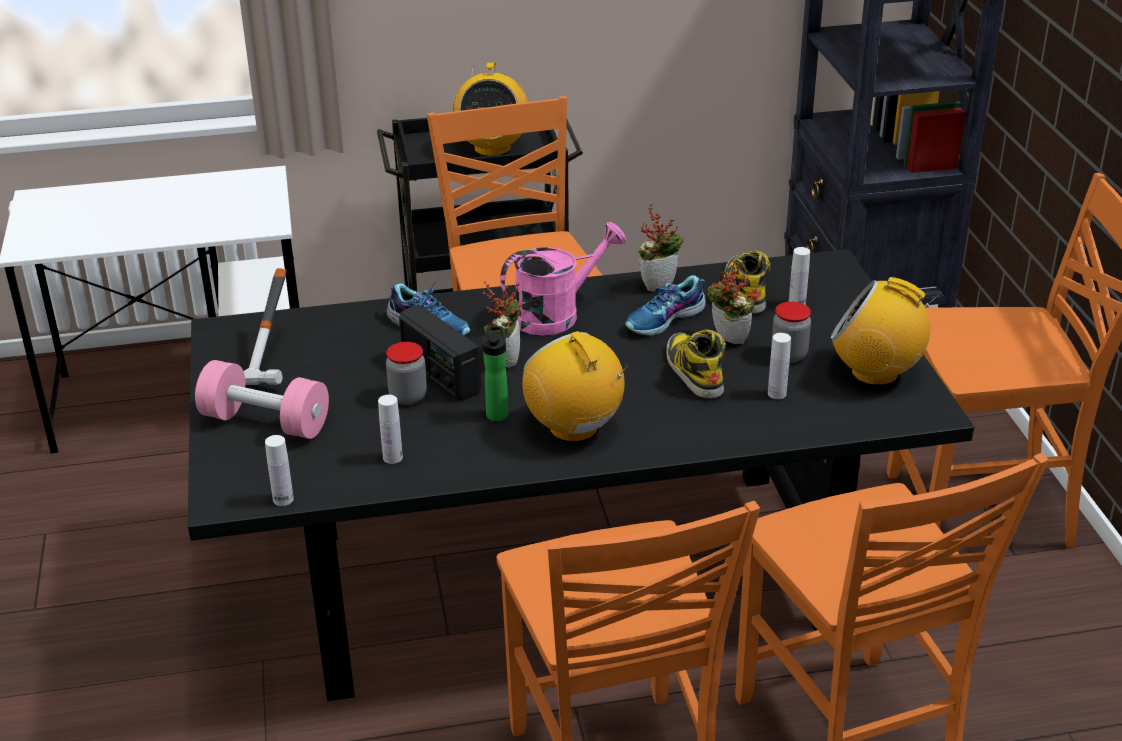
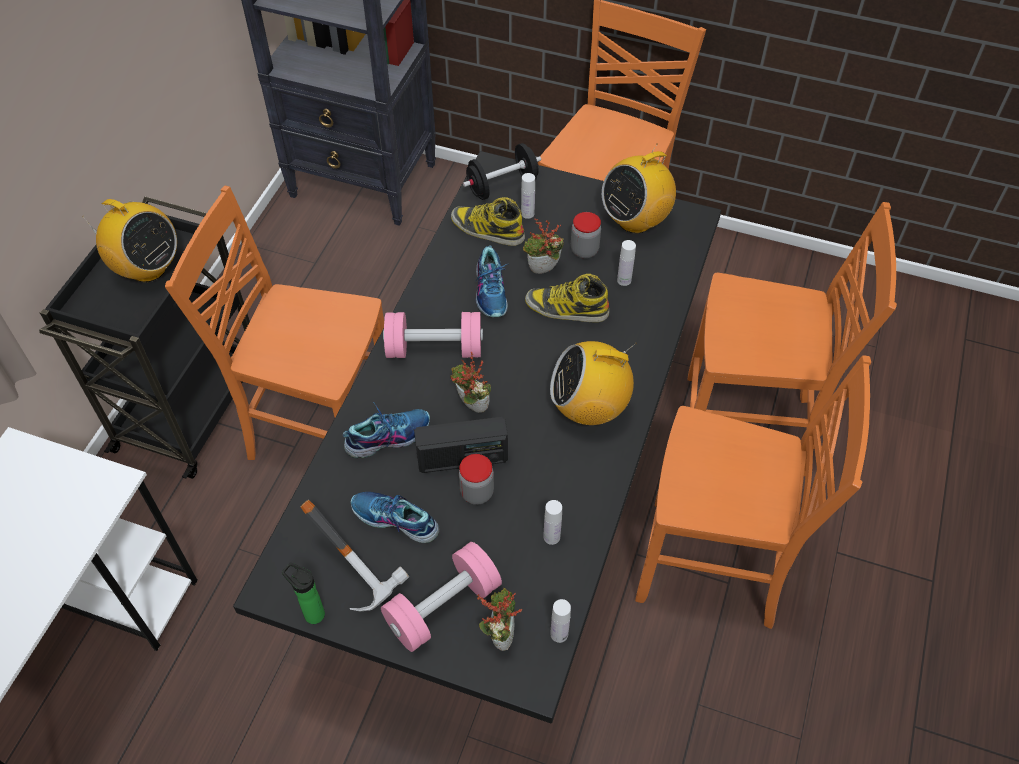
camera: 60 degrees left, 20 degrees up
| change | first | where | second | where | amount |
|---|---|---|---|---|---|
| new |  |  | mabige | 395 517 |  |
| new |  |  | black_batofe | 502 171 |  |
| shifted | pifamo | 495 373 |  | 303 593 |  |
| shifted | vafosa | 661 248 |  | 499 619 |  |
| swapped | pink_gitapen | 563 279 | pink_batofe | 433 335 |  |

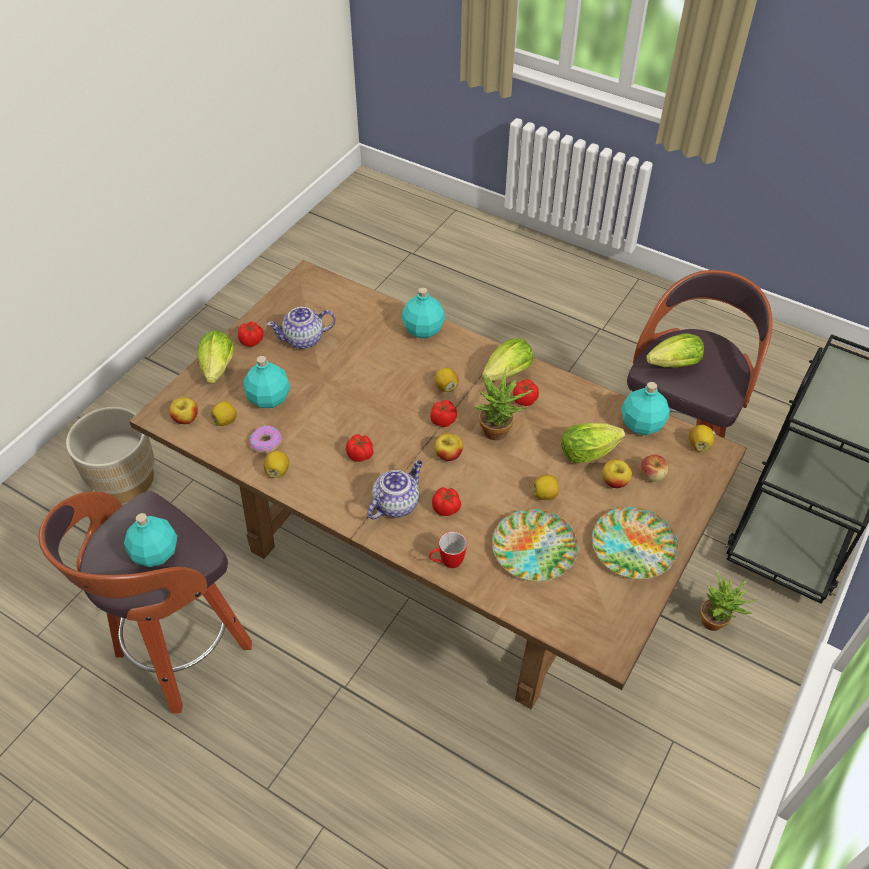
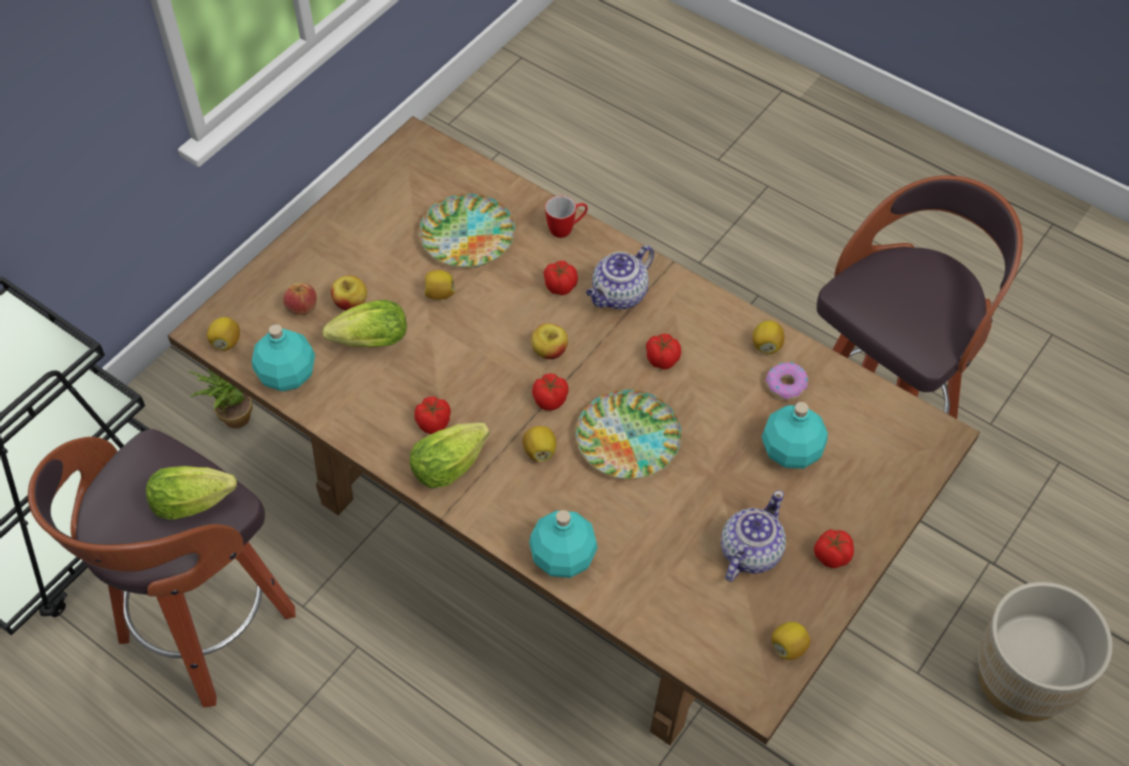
camera: 175 degrees left, 5 degrees up
| change | first | where | second | where | amount |
|---|---|---|---|---|---|
| gone | turquoise_pifamo | 150 540 |  |  |  |
| gone | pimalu | 183 410 |  |  |  |
| gone | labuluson | 216 356 |  |  |  |
| gone | vafosa | 503 403 |  |  |  |
| shifted | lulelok | 224 413 |  | 791 641 |  |
| shifted | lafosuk | 635 543 |  | 629 434 |  |
| rotated | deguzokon | 301 328 |  | 753 536 | 45 degrees counterclockwise |

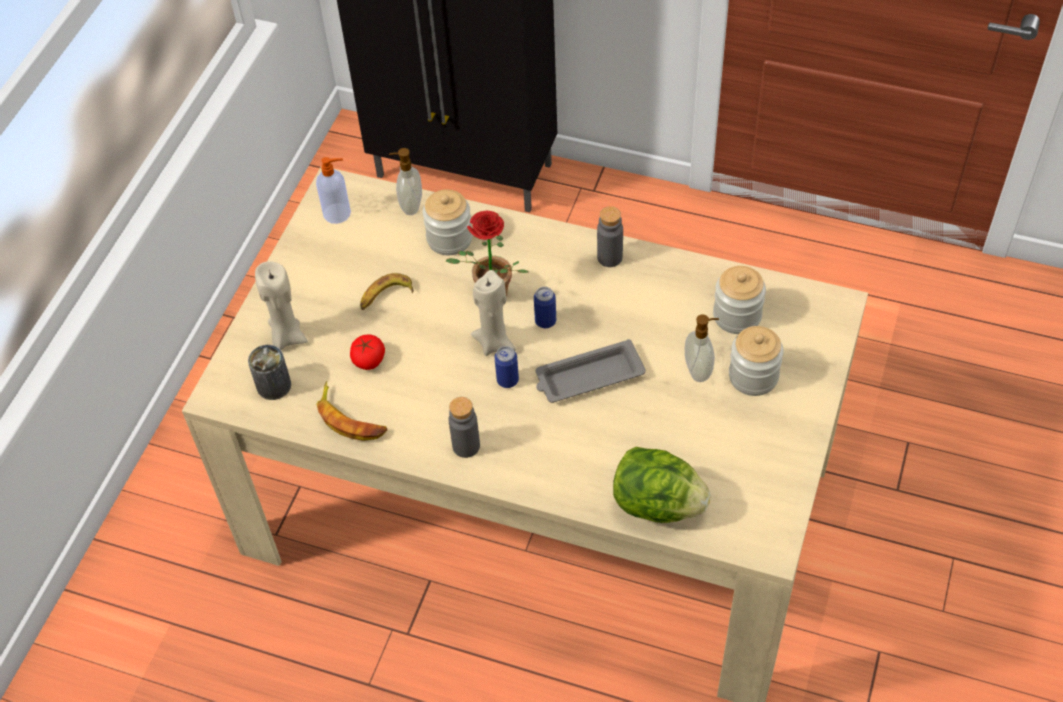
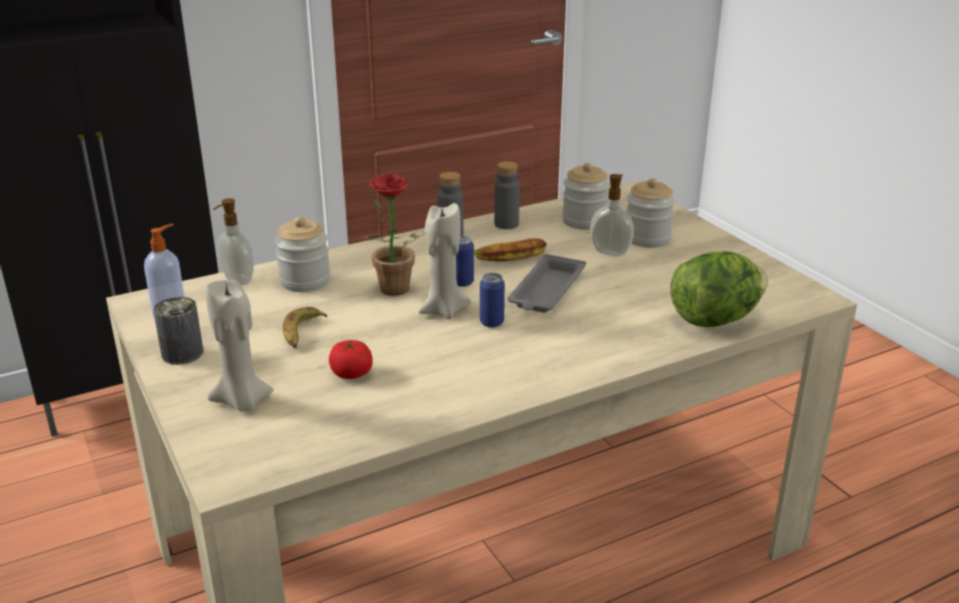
camera: 50 degrees left, 25 degrees down
| change | first | where | second | where | amount |
|---|---|---|---|---|---|
| shifted | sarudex | 269 372 |  | 178 331 |  |
| shifted | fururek | 352 411 |  | 510 250 |  |
| shifted | grey_pifamo | 464 427 |  | 507 195 |  |

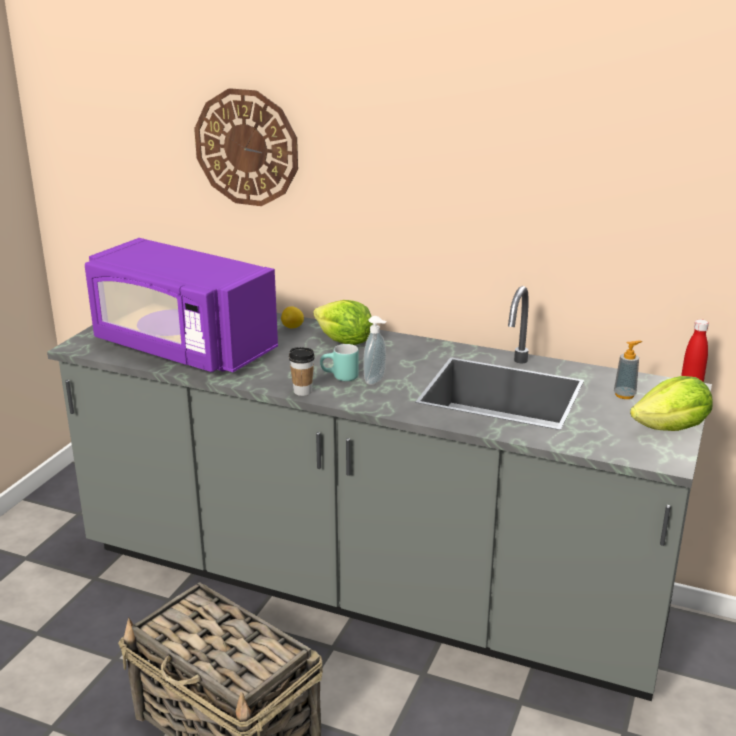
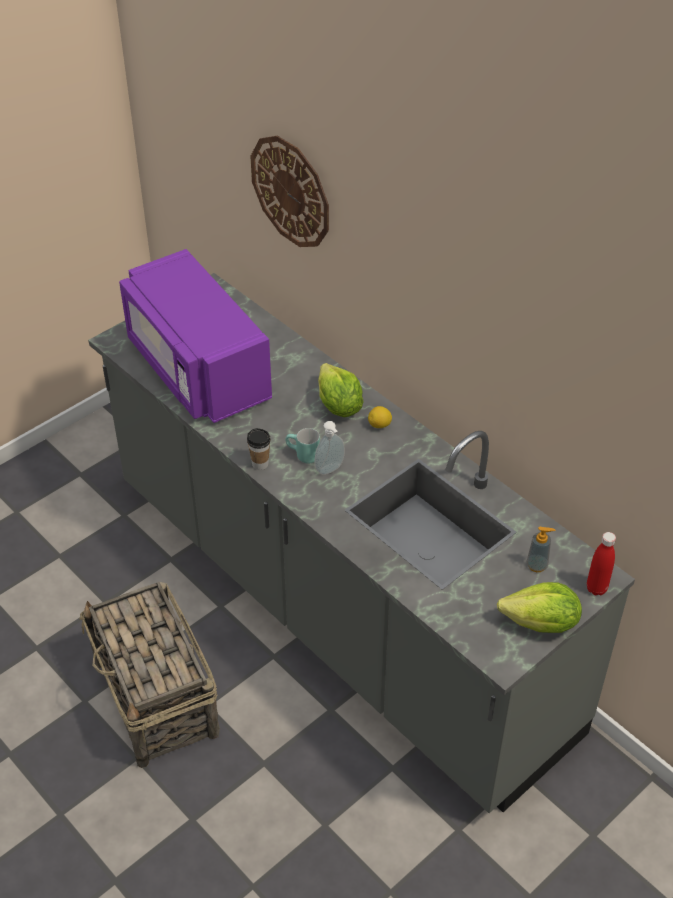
camera: 25 degrees right, 20 degrees up
| change | first | where | second | where | amount |
|---|---|---|---|---|---|
| shifted | lulelok | 292 317 |  | 380 417 |  |

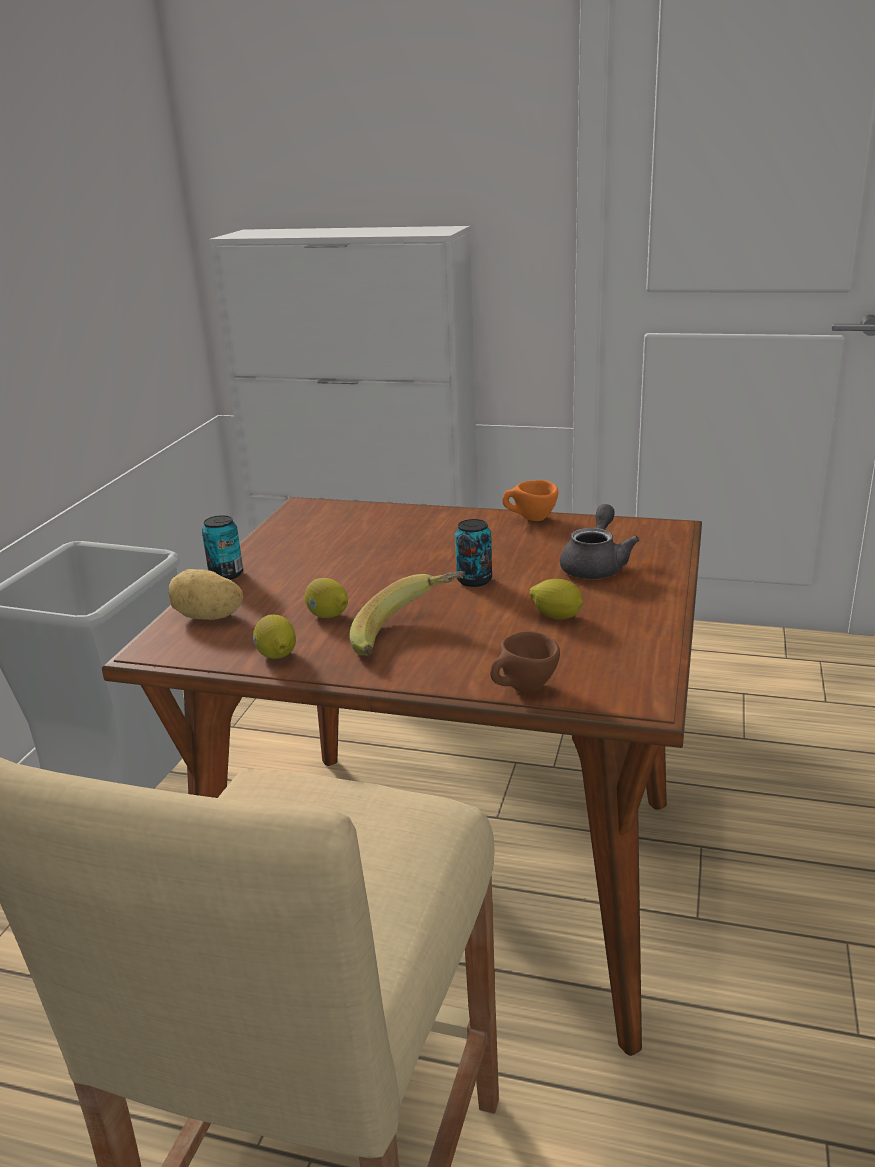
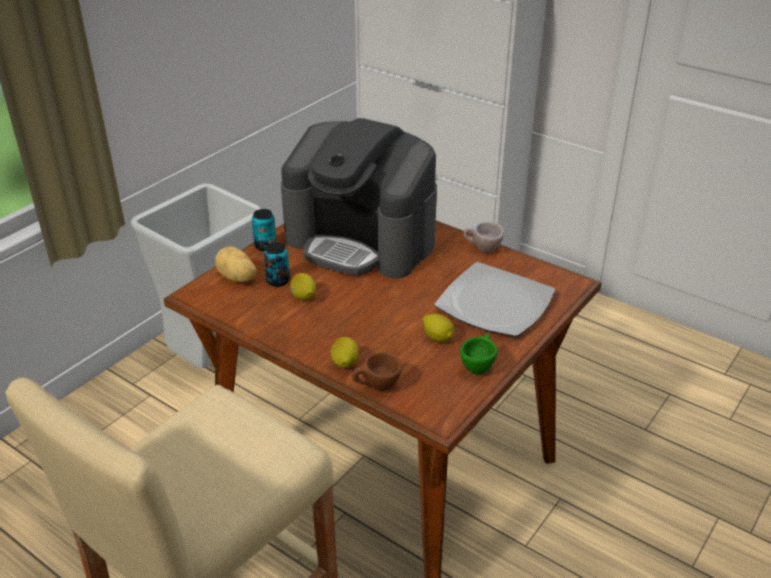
camera: 20 degrees right, 10 degrees up
| change | first | where | second | where | amount |
|---|---|---|---|---|---|
| gone | fururek | 407 613 |  |  |  |
| new |  |  | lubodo | 359 198 |  |
| new |  |  | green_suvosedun | 478 354 |  |
| shifted | lulelok | 274 636 |  | 344 352 |  |
| shifted | sarudex | 473 553 |  | 277 264 |  |
| swapped | grey_deguzokon | 600 541 | lafosuk | 494 299 |  |
| repainted | orange_suvosedun | 530 500 | beige_suvosedun | 484 237 |  |

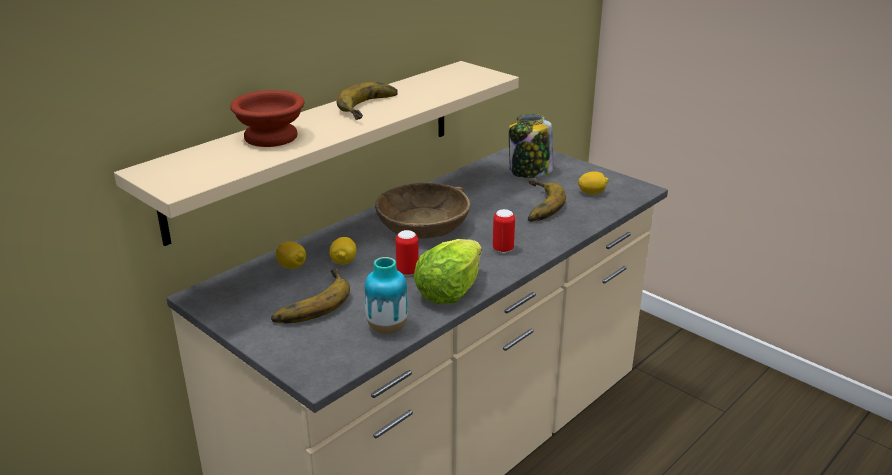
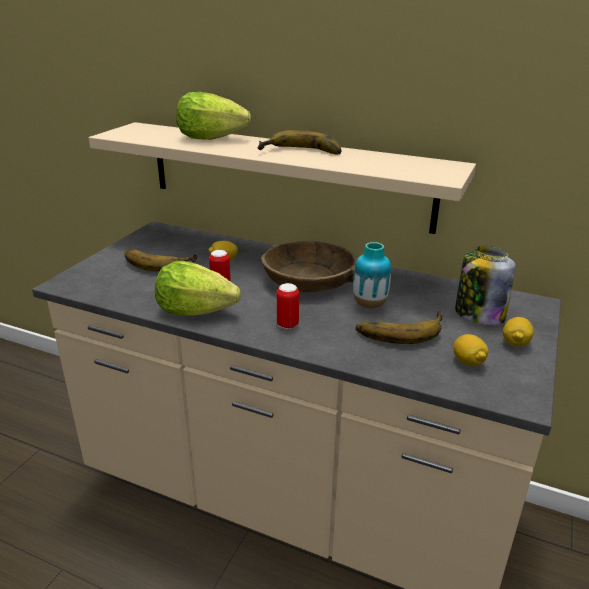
camera: 70 degrees right, 0 degrees up
| change | first | where | second | where | amount |
|---|---|---|---|---|---|
| shifted | lulelok | 291 255 |  | 518 332 |  |
| shifted | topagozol | 386 295 |  | 372 275 |  |
| swapped | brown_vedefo | 267 118 | labuluson | 213 116 |  |

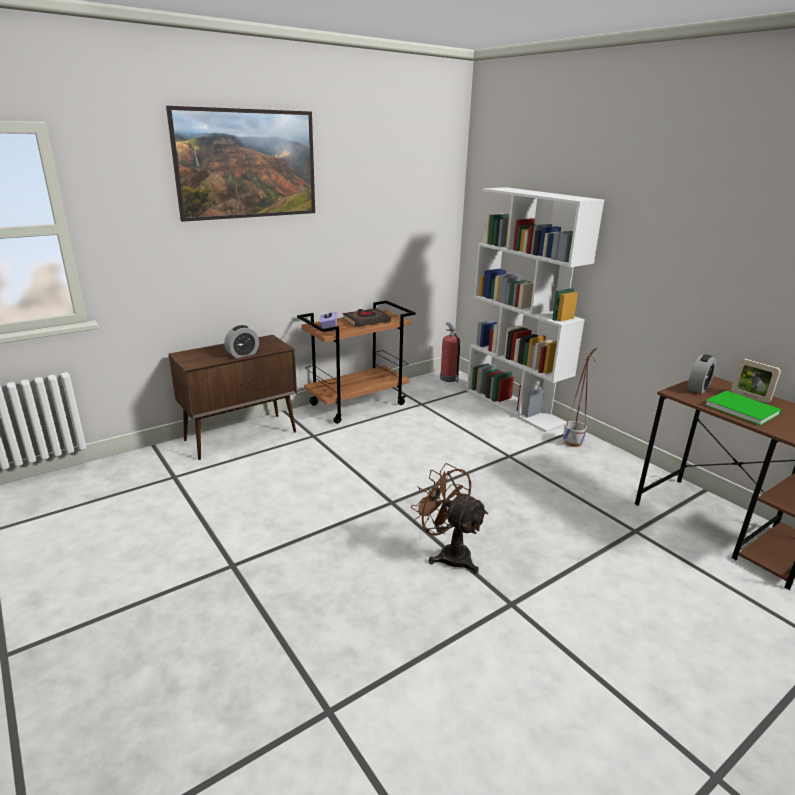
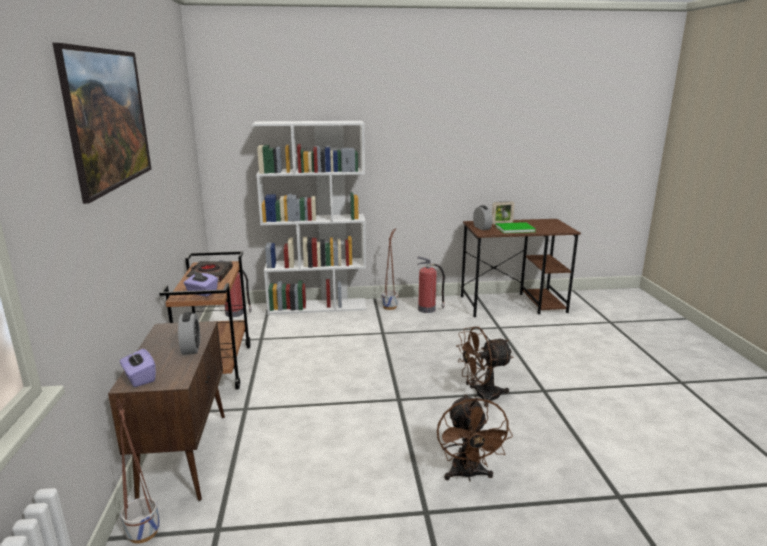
camera: 60 degrees left, 5 degrees down
| change | first | where | second | where | amount |
|---|---|---|---|---|---|
| new |  |  | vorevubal | 138 471 |  |
| new |  |  | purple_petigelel | 138 368 |  |
| new |  |  | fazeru | 431 284 |  |
| new |  |  | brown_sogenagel | 475 438 |  |

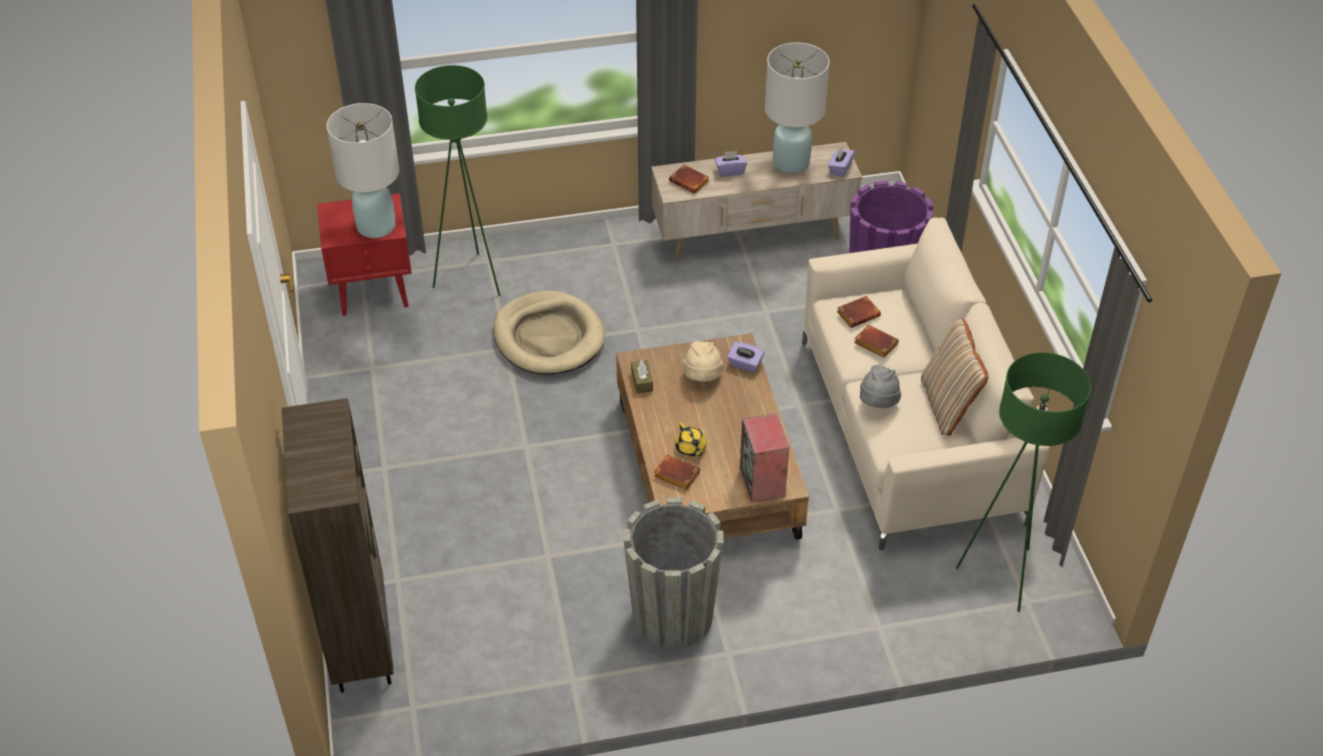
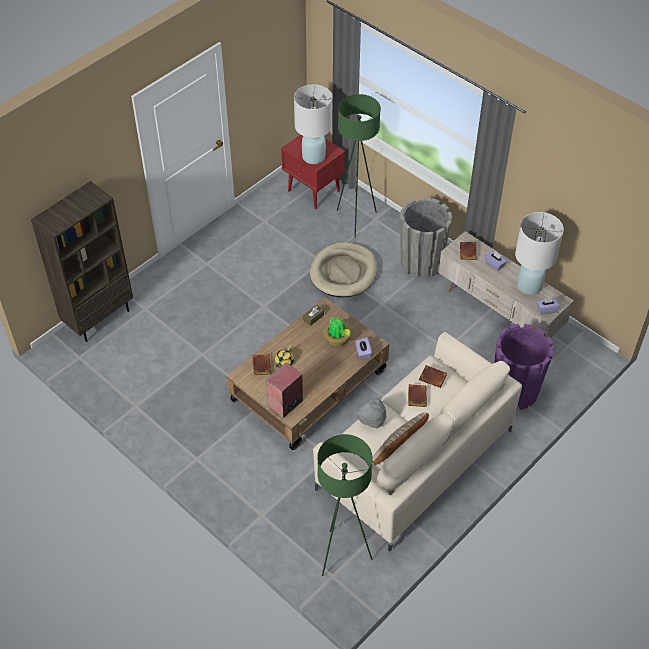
camera: 55 degrees right, 5 degrees up
| change | first | where | second | where | amount |
|---|---|---|---|---|---|
| shifted | grey_vorevubal | 674 573 |  | 426 238 |  |
| swapped | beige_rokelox | 703 361 | vafosa | 337 332 |  |

